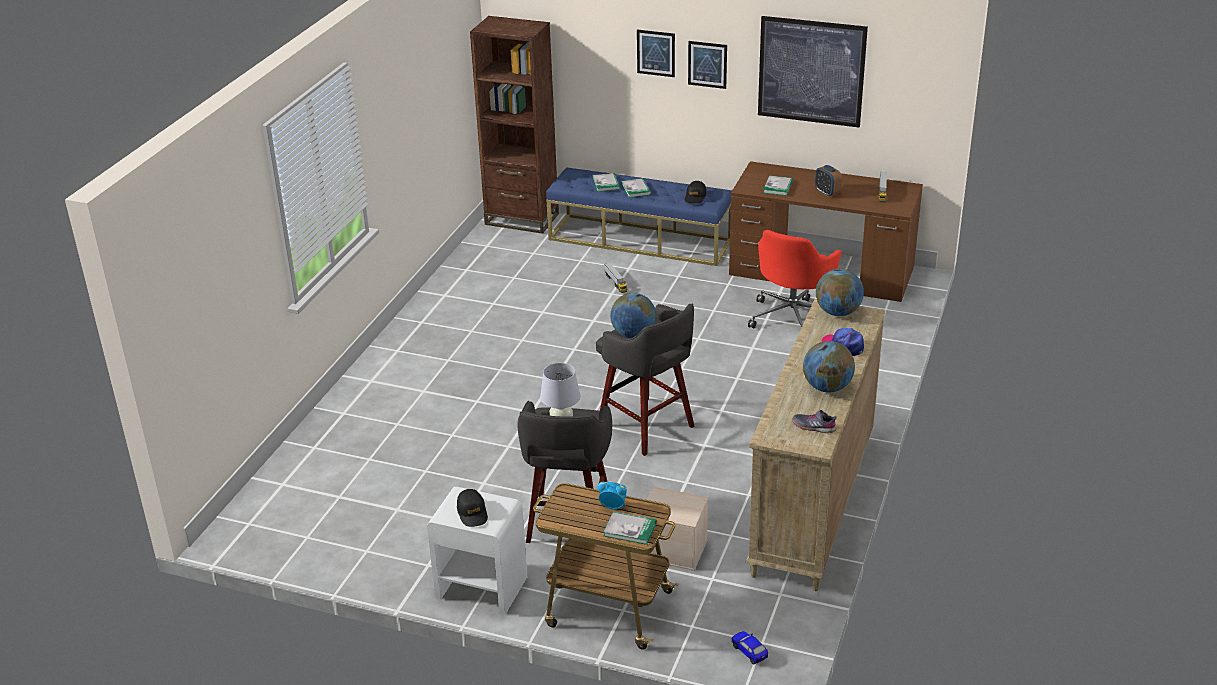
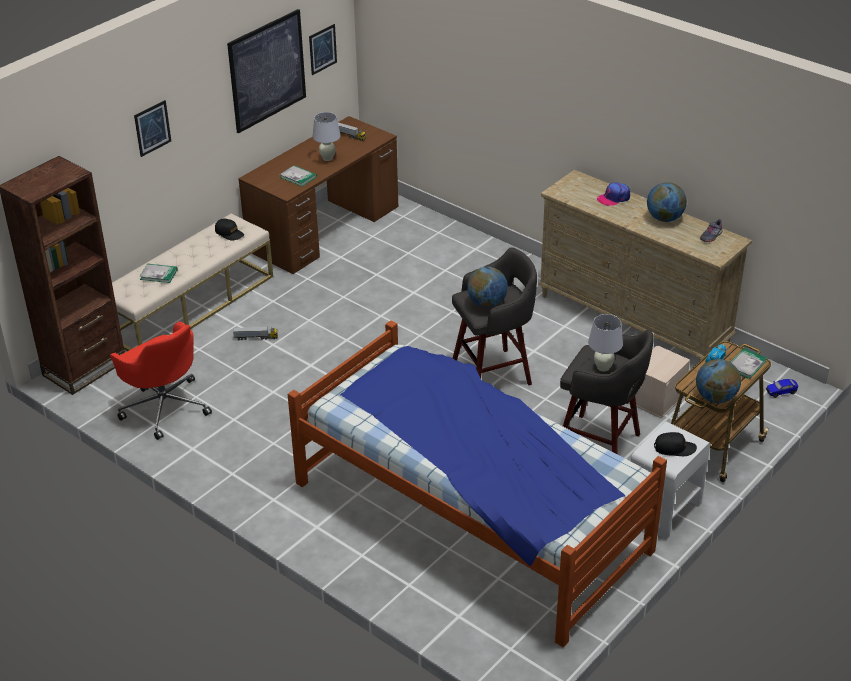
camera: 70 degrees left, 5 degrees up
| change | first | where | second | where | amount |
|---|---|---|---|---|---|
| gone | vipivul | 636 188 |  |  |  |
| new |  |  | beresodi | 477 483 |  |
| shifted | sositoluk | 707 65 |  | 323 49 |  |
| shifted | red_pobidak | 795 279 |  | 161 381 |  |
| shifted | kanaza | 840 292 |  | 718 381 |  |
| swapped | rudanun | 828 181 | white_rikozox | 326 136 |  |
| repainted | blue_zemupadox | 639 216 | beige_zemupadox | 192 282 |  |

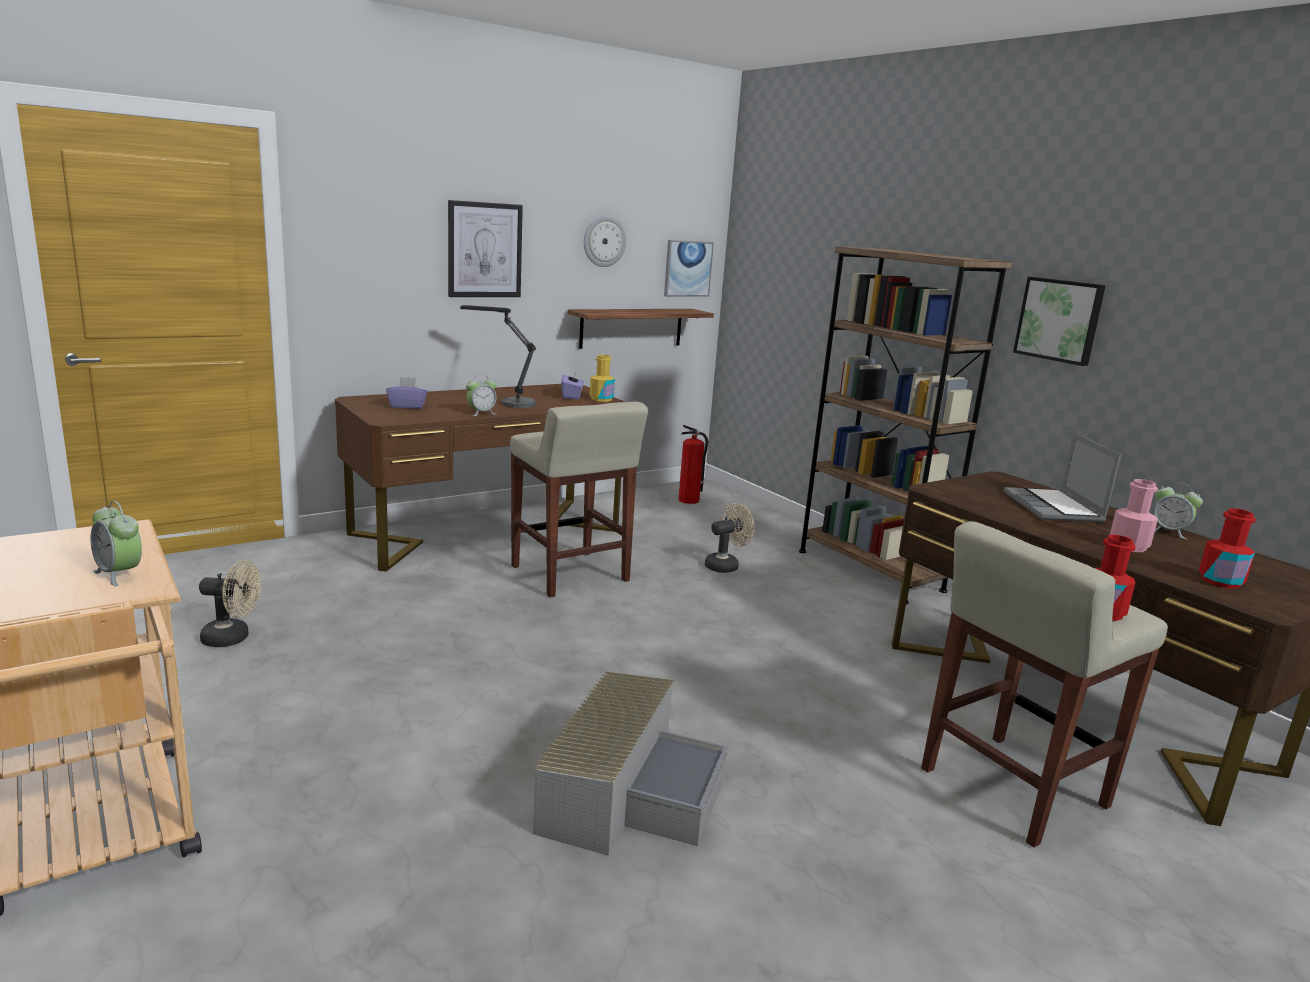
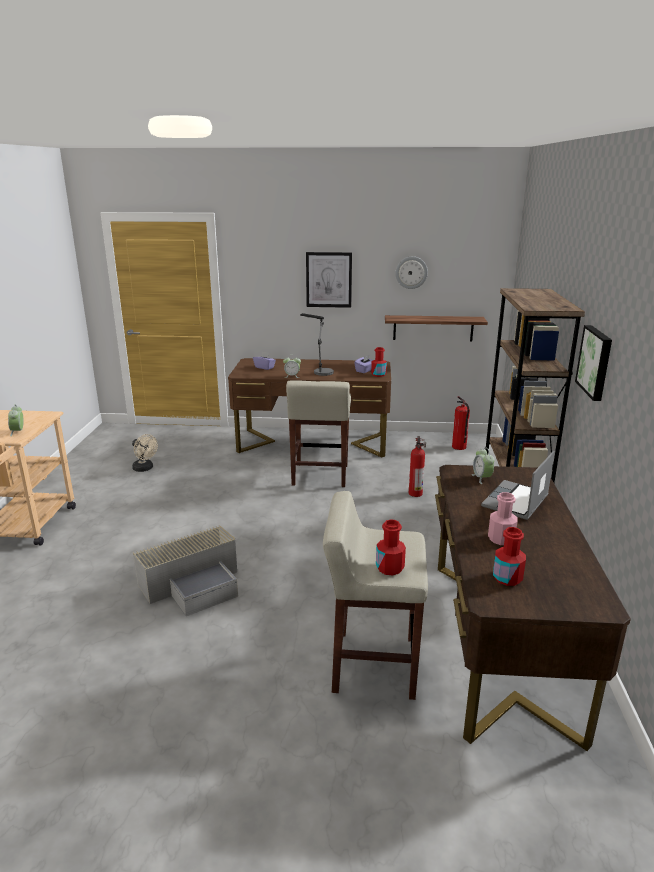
camera: 40 degrees right, 5 degrees up
| change | first | where | second | where | amount |
|---|---|---|---|---|---|
| gone | sositoluk | 689 268 |  |  |  |
| shifted | rudanun | 1178 510 |  | 483 465 |  |
| swapped | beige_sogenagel | 729 538 | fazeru | 417 466 |  |
| repainted | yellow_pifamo | 602 378 | red_pifamo | 379 362 |  |

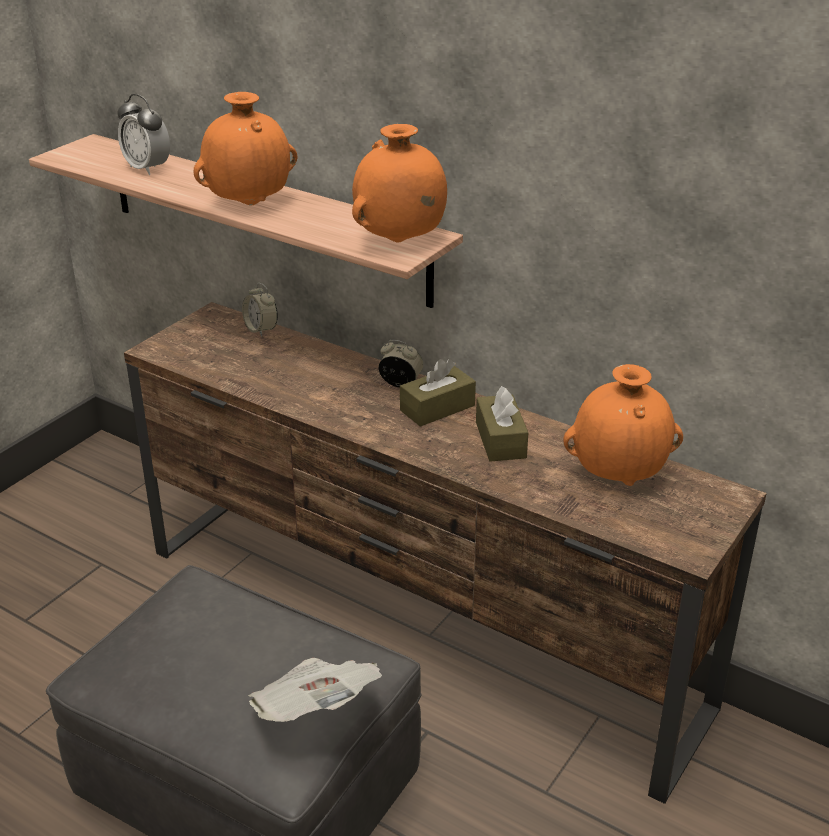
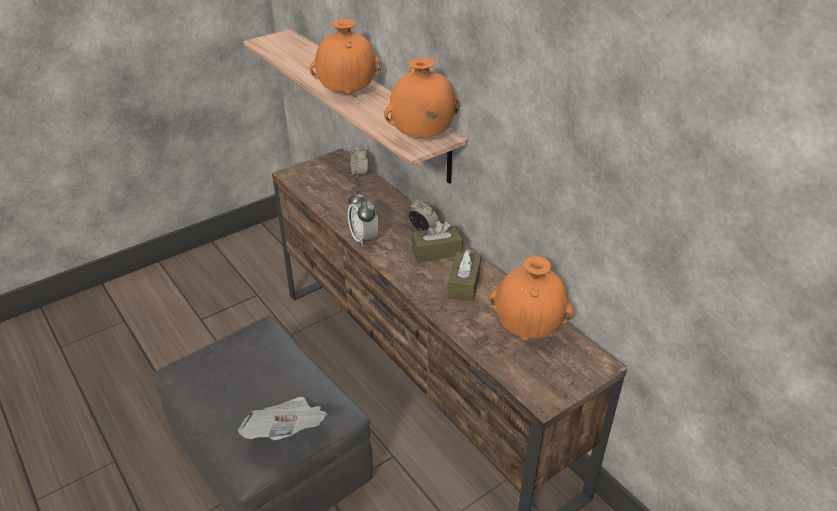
camera: 20 degrees right, 5 degrees up
| change | first | where | second | where | amount |
|---|---|---|---|---|---|
| shifted | rudanun | 143 134 |  | 363 219 |  |

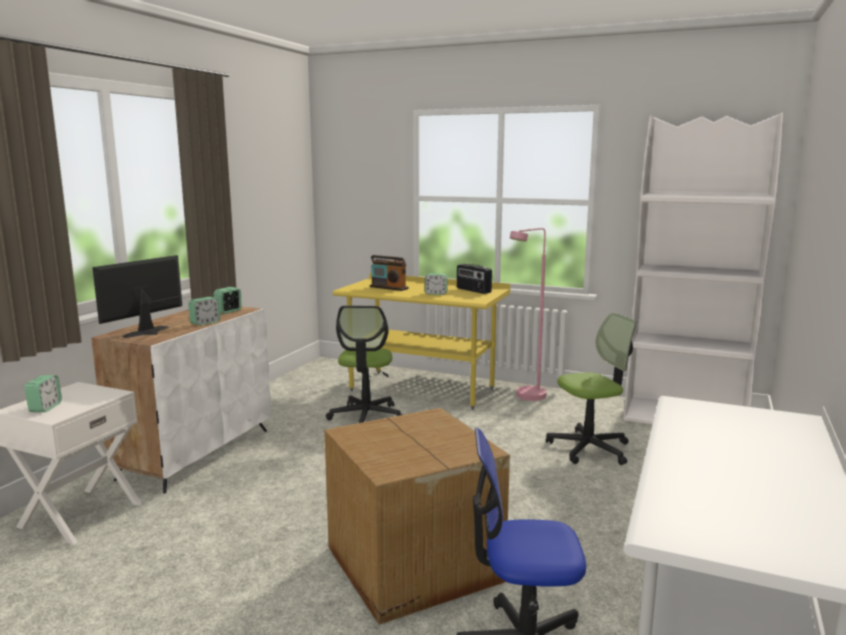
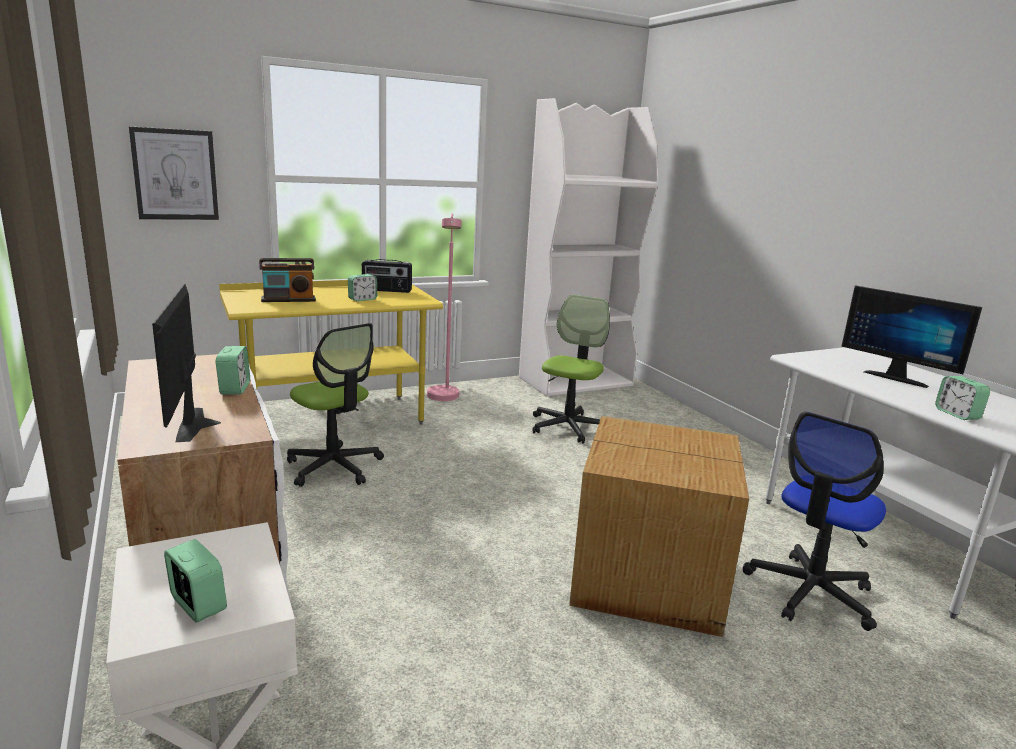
camera: 50 degrees left, 5 degrees up
| change | first | where | second | where | amount |
|---|---|---|---|---|---|
| new |  |  | sositoluk | 174 173 |  |
| new |  |  | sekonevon | 911 336 |  |
| shifted | rudanun | 228 300 |  | 962 398 |  |

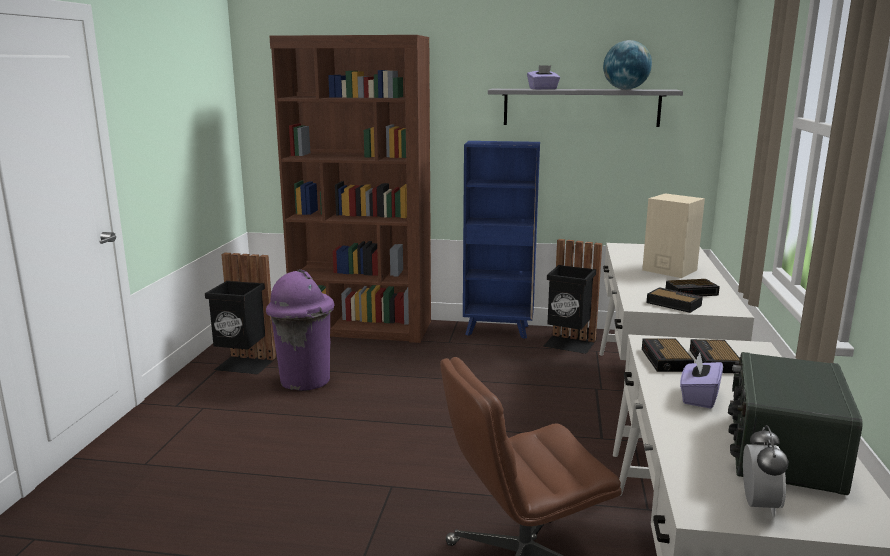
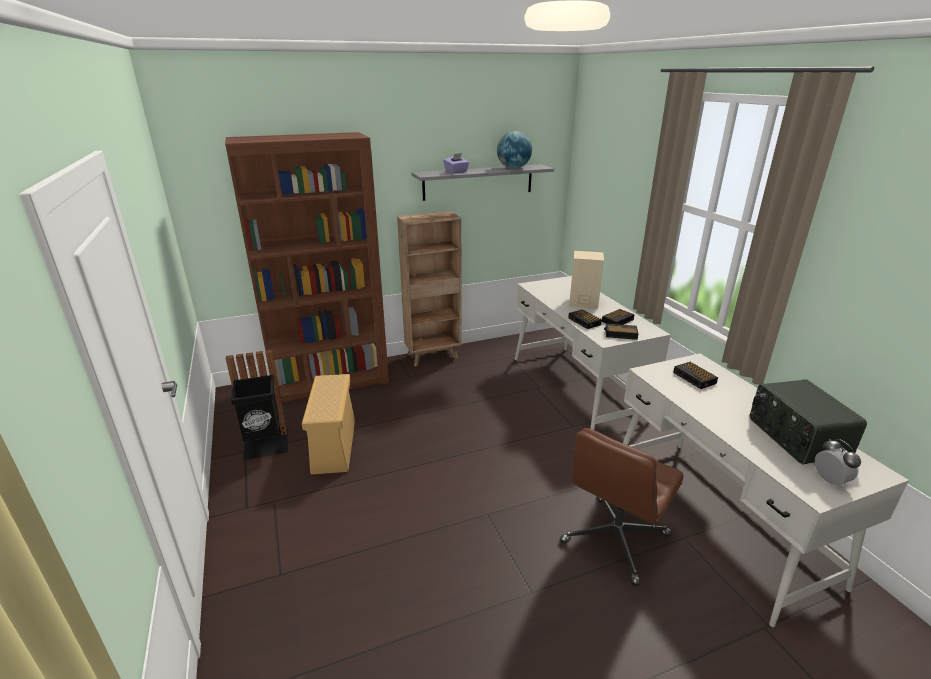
camera: 30 degrees left, 10 degrees up
| change | first | where | second | where | amount |
|---|---|---|---|---|---|
| gone | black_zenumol | 572 296 |  |  |  |
| gone | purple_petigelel | 701 381 |  |  |  |
| shifted | rudanun | 668 355 |  | 585 319 |  |
| swapped | purple_zenumol | 300 330 | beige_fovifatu | 328 424 |  |
| repainted | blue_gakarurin | 501 240 | brown_gakarurin | 429 289 |  |

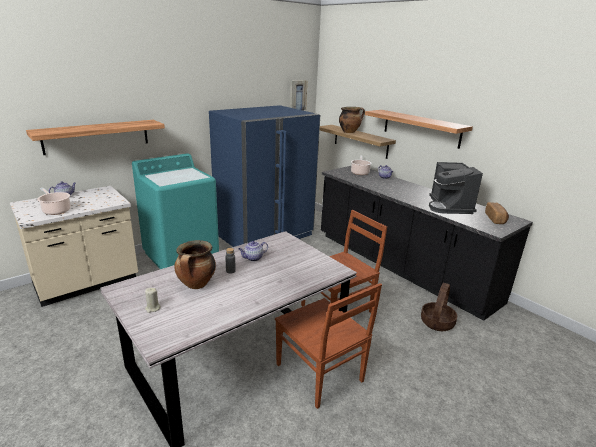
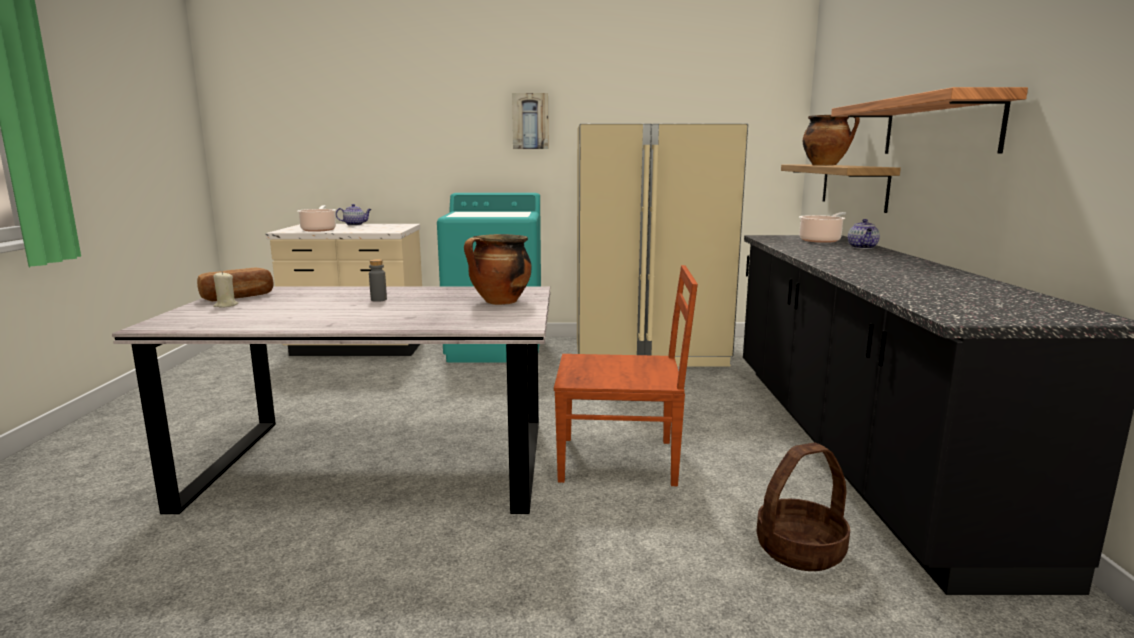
camera: 40 degrees right, 10 degrees down
| change | first | where | second | where | amount |
|---|---|---|---|---|---|
| gone | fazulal | 95 137 |  |  |  |
| gone | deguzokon | 253 251 |  |  |  |
| gone | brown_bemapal | 328 346 |  |  |  |
| gone | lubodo | 456 188 |  |  |  |
| shifted | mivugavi | 195 264 |  | 498 269 |  |
| shifted | sositoluk | 298 95 |  | 530 121 |  |
| shifted | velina | 497 213 |  | 235 284 |  |
| repainted | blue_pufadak | 264 176 | beige_pufadak | 662 245 |  |

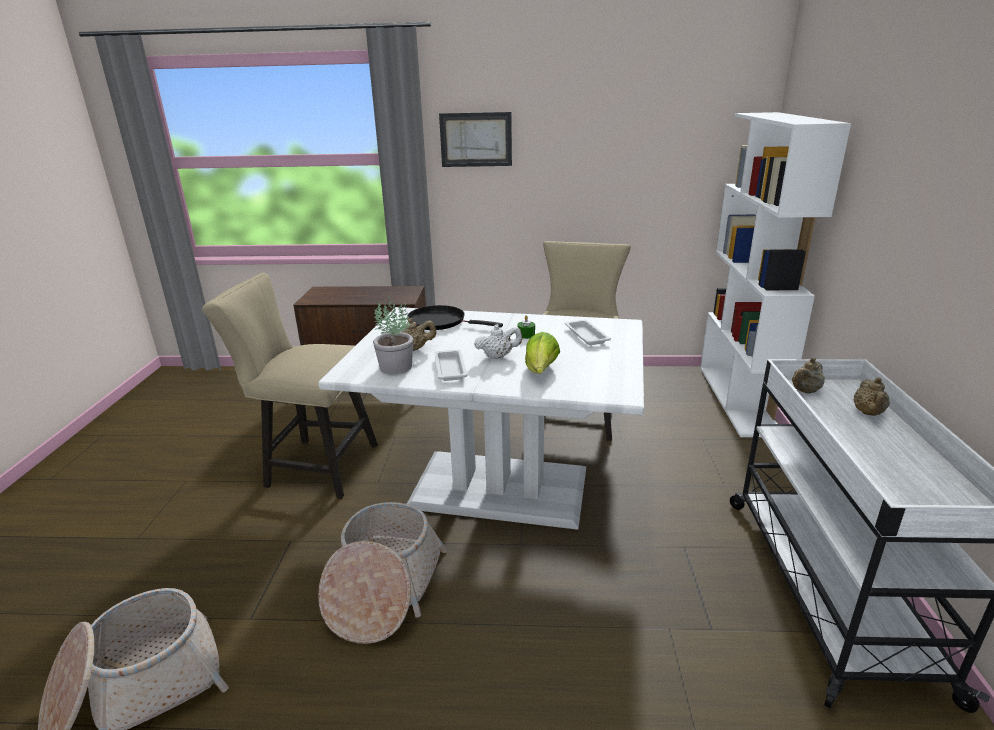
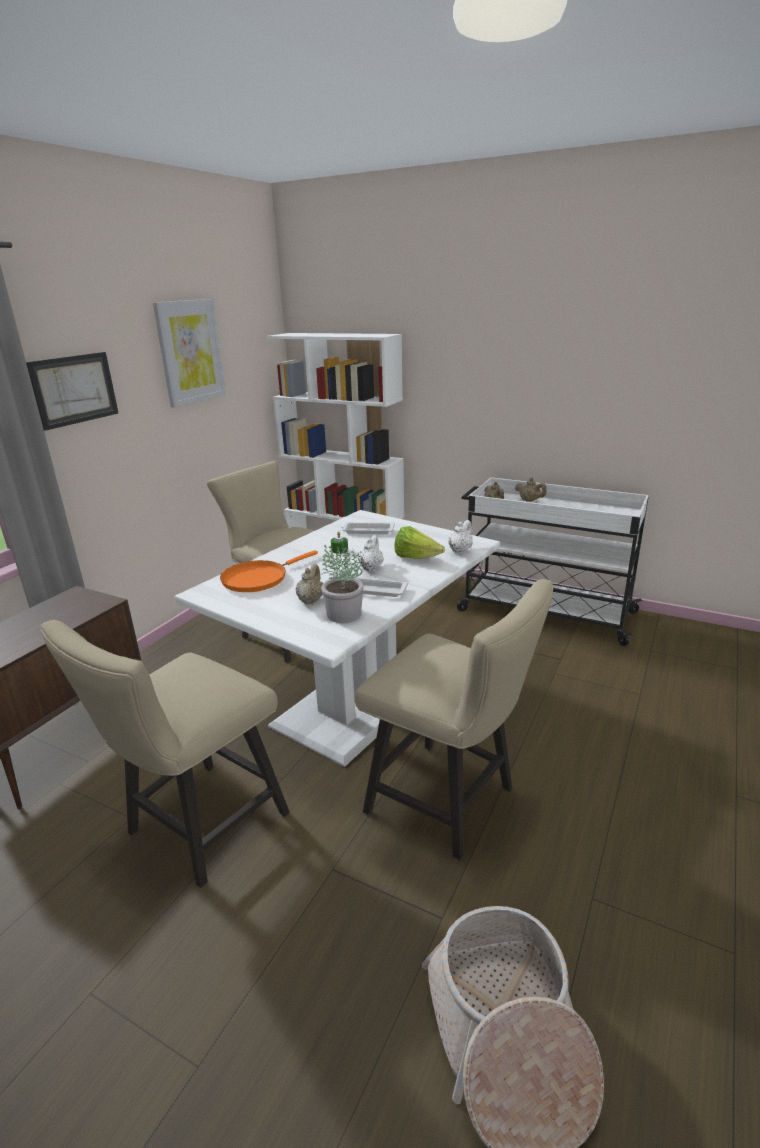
camera: 65 degrees left, 0 degrees up
| change | first | where | second | where | amount |
|---|---|---|---|---|---|
| new |  |  | sositoluk | 189 353 |  |
| new |  |  | white_deguzokon | 460 537 |  |
| swapped | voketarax | 382 573 | beige_bemapal | 454 719 |  |
| repainted | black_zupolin | 455 317 | orange_zupolin | 269 571 |  |

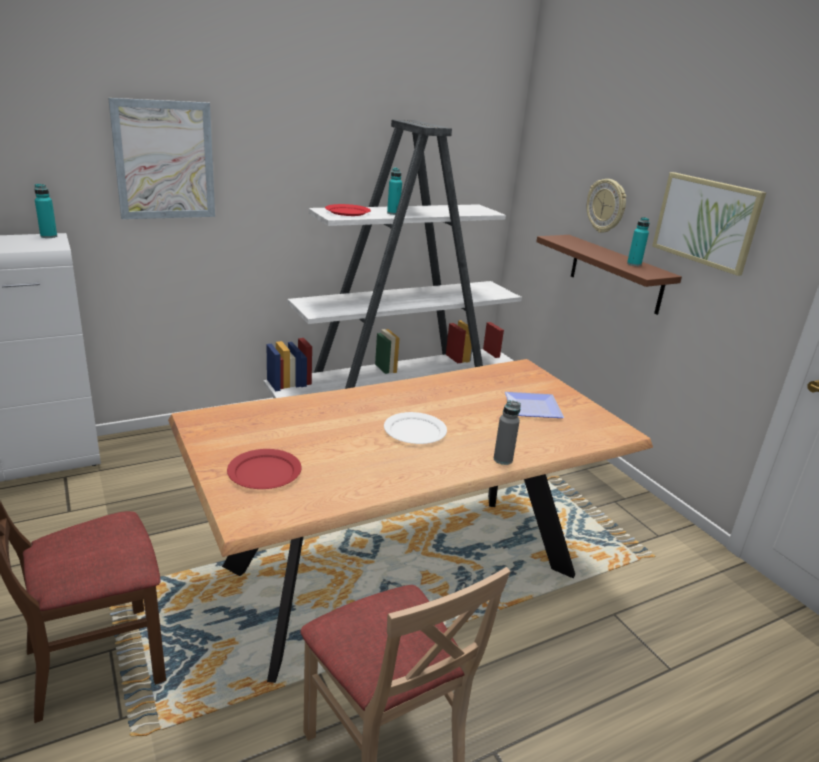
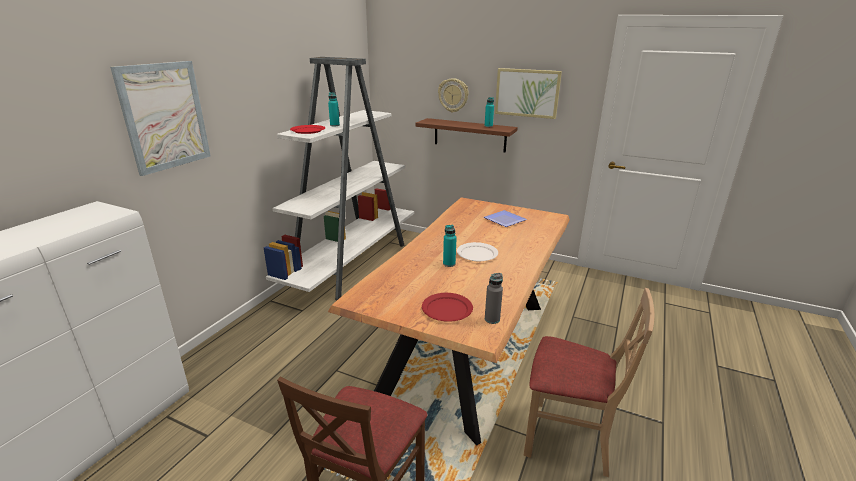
camera: 35 degrees left, 0 degrees up
| change | first | where | second | where | amount |
|---|---|---|---|---|---|
| shifted | turquoise_pifamo | 45 211 |  | 450 246 |  |
| shifted | grey_pifamo | 507 432 |  | 494 298 |  |

